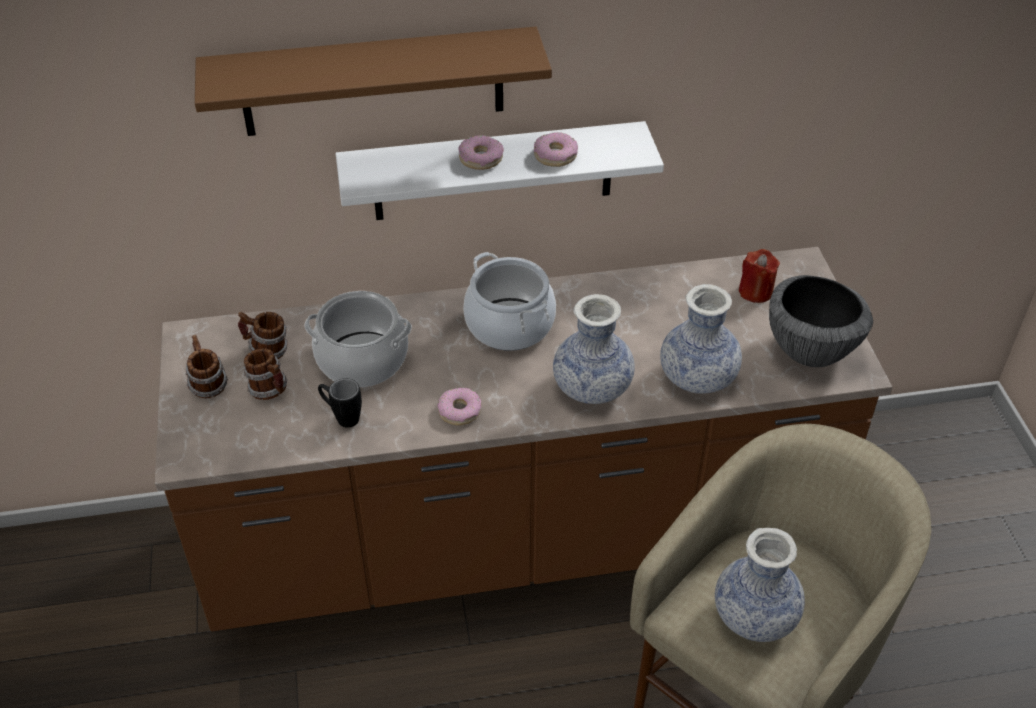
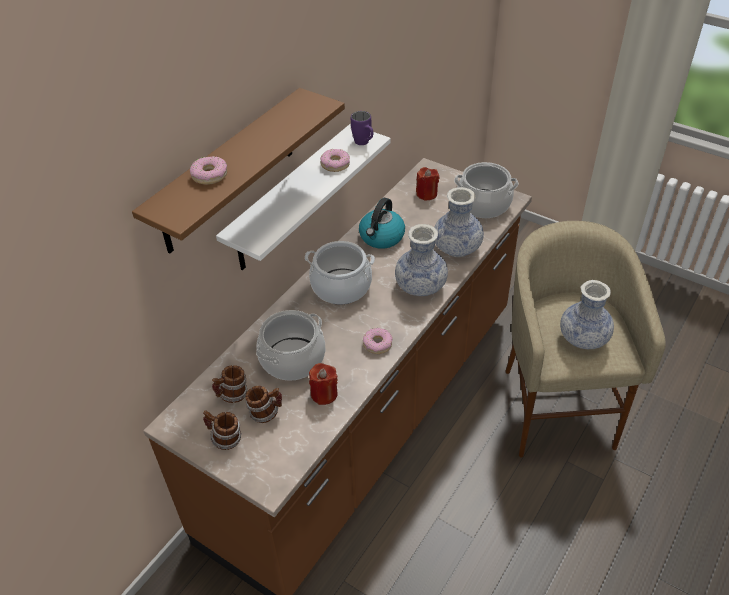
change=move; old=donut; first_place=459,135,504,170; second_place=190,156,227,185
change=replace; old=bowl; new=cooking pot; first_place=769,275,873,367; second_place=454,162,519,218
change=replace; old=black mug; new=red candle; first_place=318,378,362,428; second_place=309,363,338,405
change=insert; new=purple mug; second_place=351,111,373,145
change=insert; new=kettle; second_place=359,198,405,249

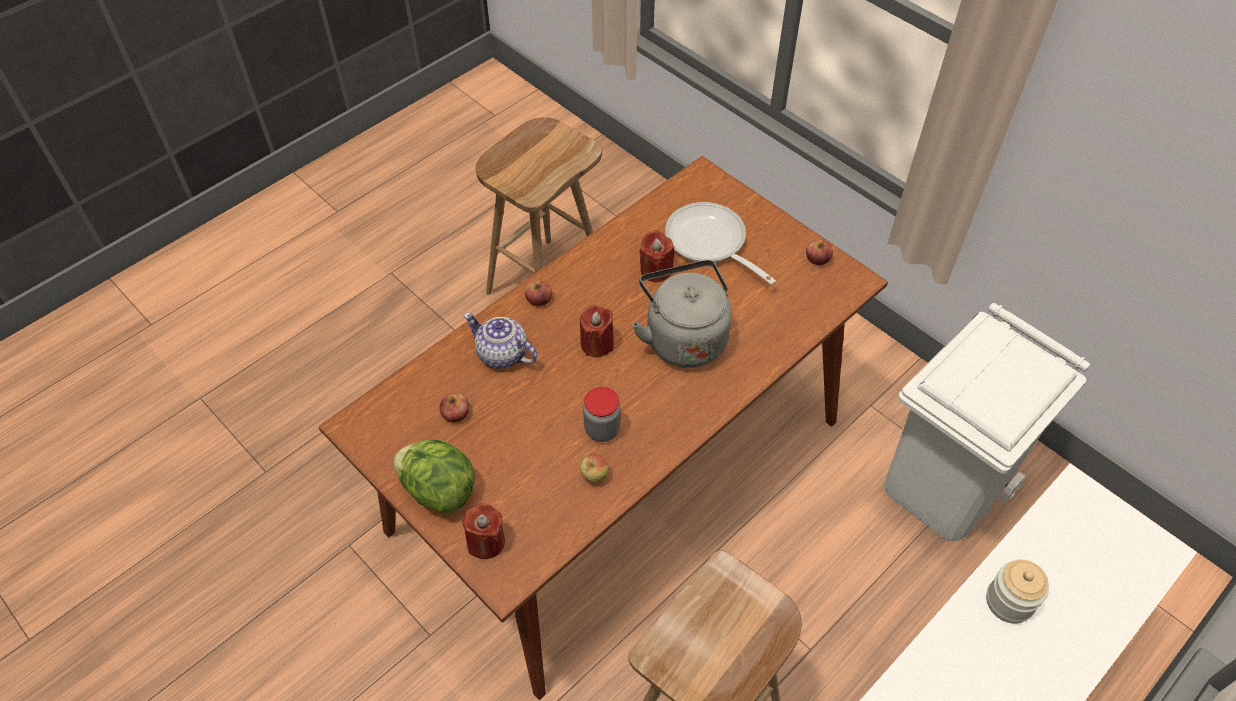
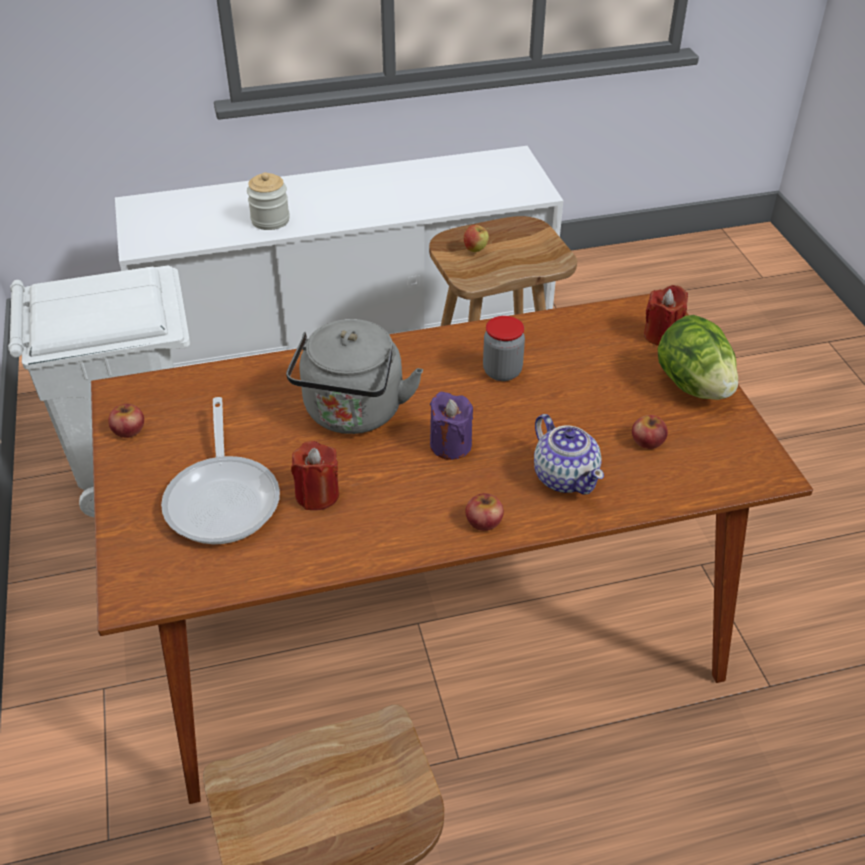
change=recolor; old=red candle; new=purple candle; first_place=580,306,614,357; second_place=430,392,473,460
change=move; old=apple; first_place=580,454,609,483; second_place=464,225,489,252

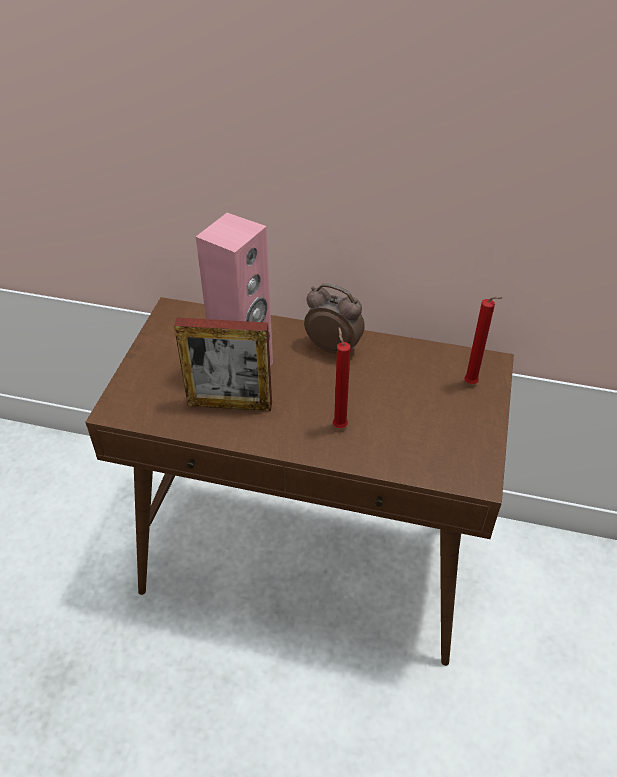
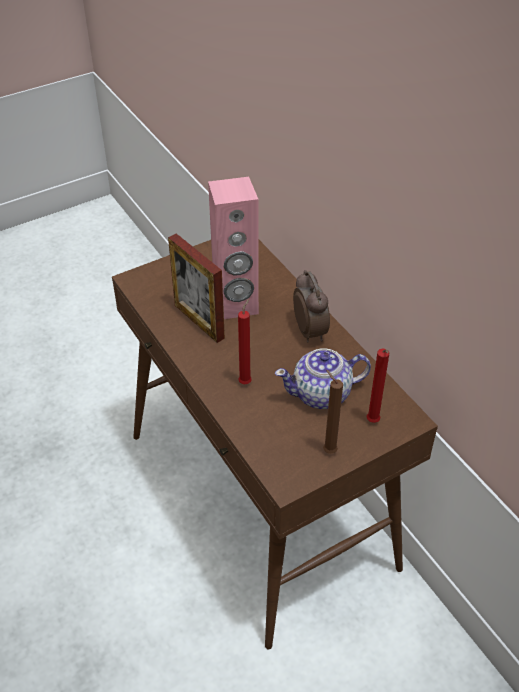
change=insert; new=teapot; second_place=275,348,371,409
change=insert; new=brown candle; second_place=323,370,343,454

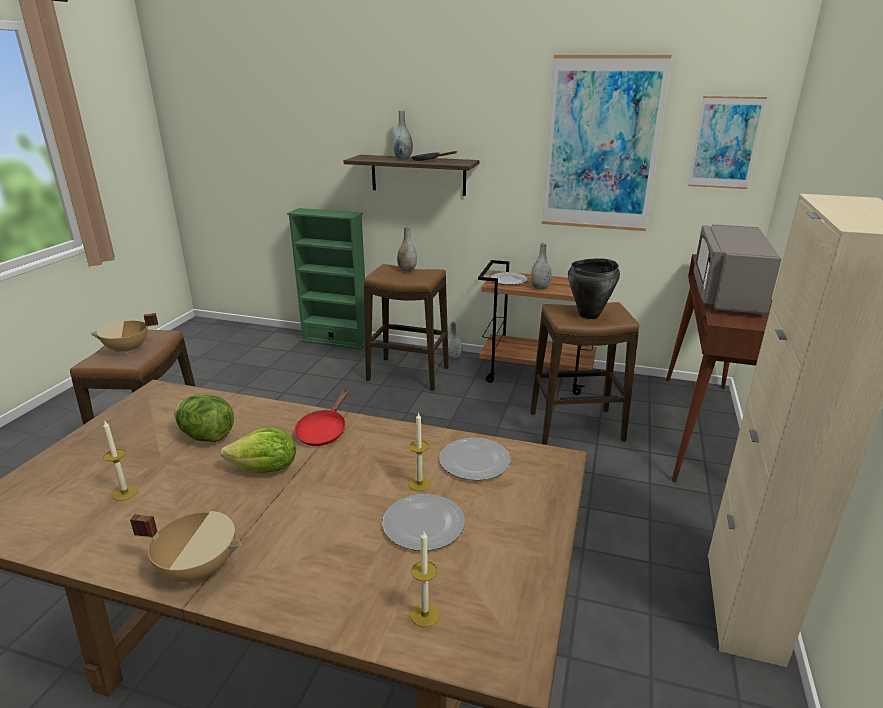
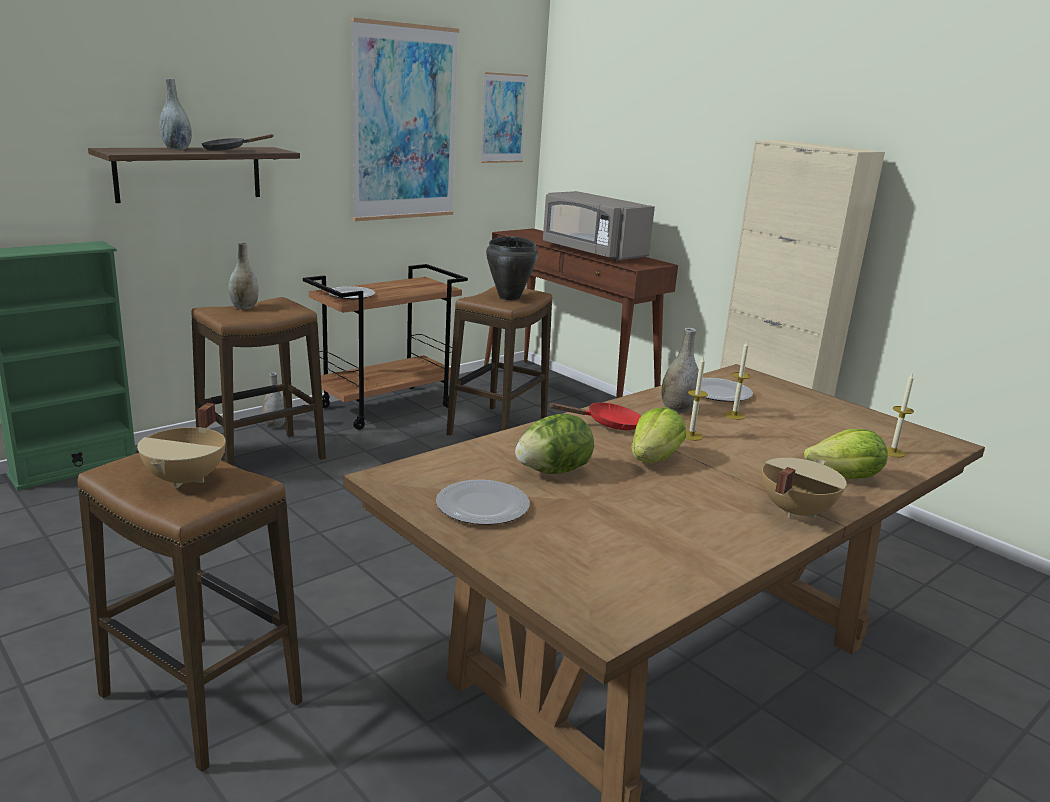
change=move; old=grey vase; first_place=531,243,552,290; second_place=661,328,699,413
change=rotate; old=red frying pan; first_place=295,389,349,446; second_place=550,402,641,430; degrees=-60
change=move; old=candle; first_place=103,421,138,501; second_place=685,357,708,441
change=move; old=plate; first_place=382,494,465,551; second_place=436,480,530,525
change=insert; new=lettuce; second_place=804,429,888,479

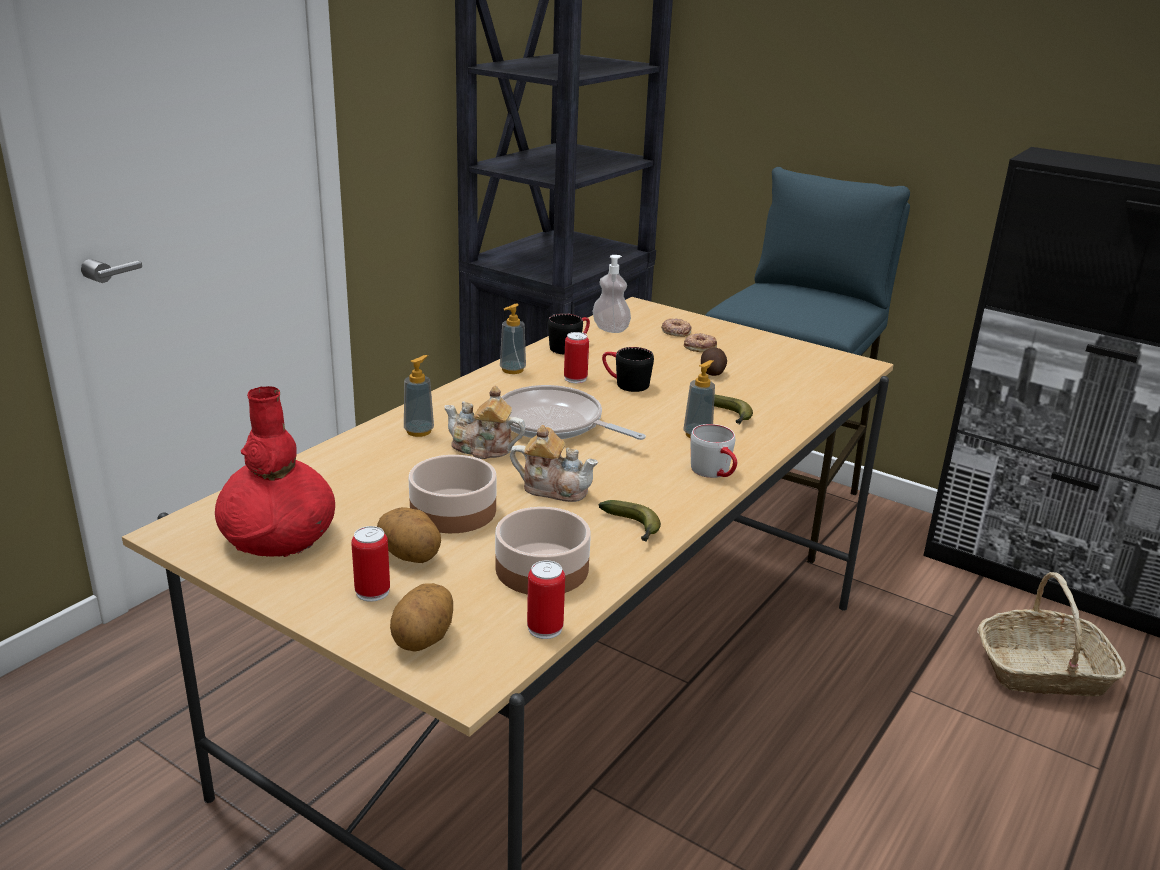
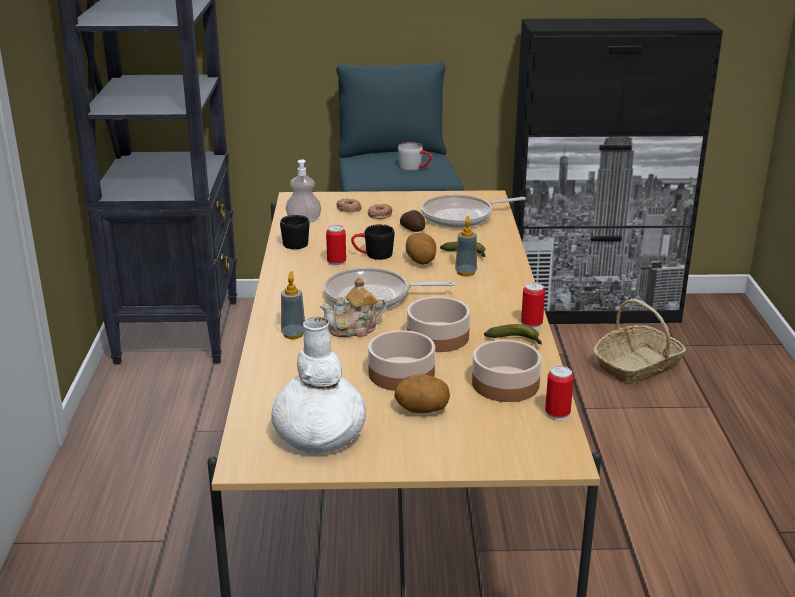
change=delete; old=soap dispenser; first_place=500,303,526,374
change=recolor; old=red vase; new=white vase; first_place=215,386,335,557; second_place=271,317,366,455
change=move; old=grey mug; first_place=690,424,737,478; second_place=398,142,432,171
change=replace; old=teapot; new=bowl; first_place=510,425,598,502; second_place=407,297,470,352
change=move; old=can; first_place=351,526,390,602; second_place=521,282,545,329
change=move; old=potato; first_place=390,583,453,652; second_place=406,233,436,265
change=insert; new=frying pan; second_place=421,194,526,228

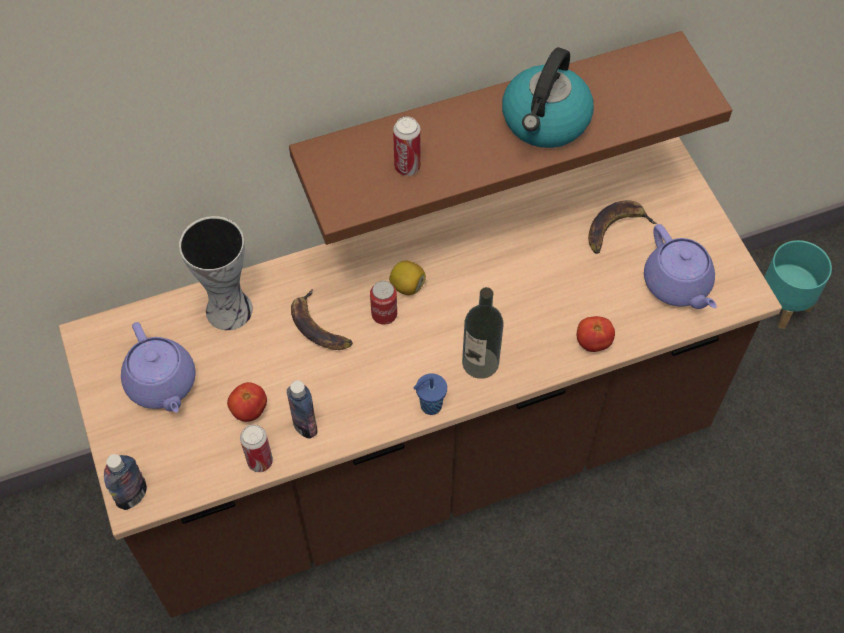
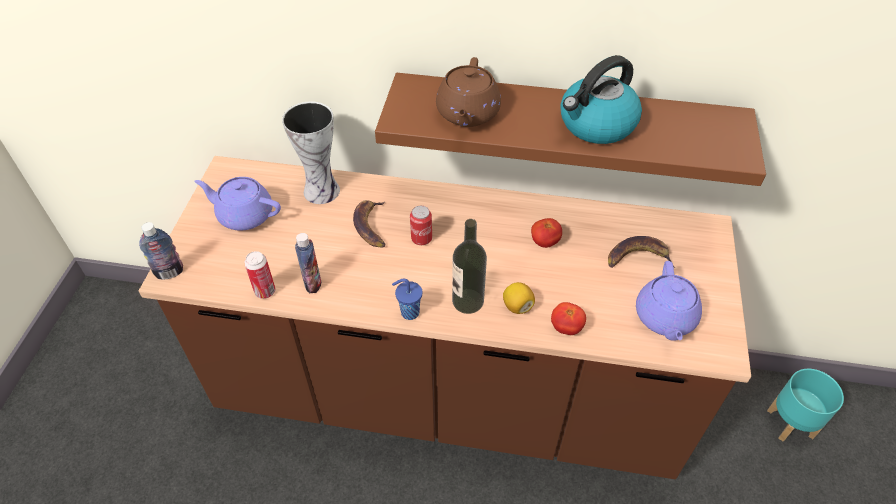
change=replace; old=can; new=brown teapot; first_place=393,116,421,176; second_place=436,57,501,127
change=move; old=lemon; first_place=389,261,426,295; second_place=503,282,535,314
change=rotate; old=purple teapot; first_place=121,322,195,413; second_place=194,177,281,231; degrees=105
change=move; old=tomato; first_place=227,382,267,422; second_place=531,218,562,248

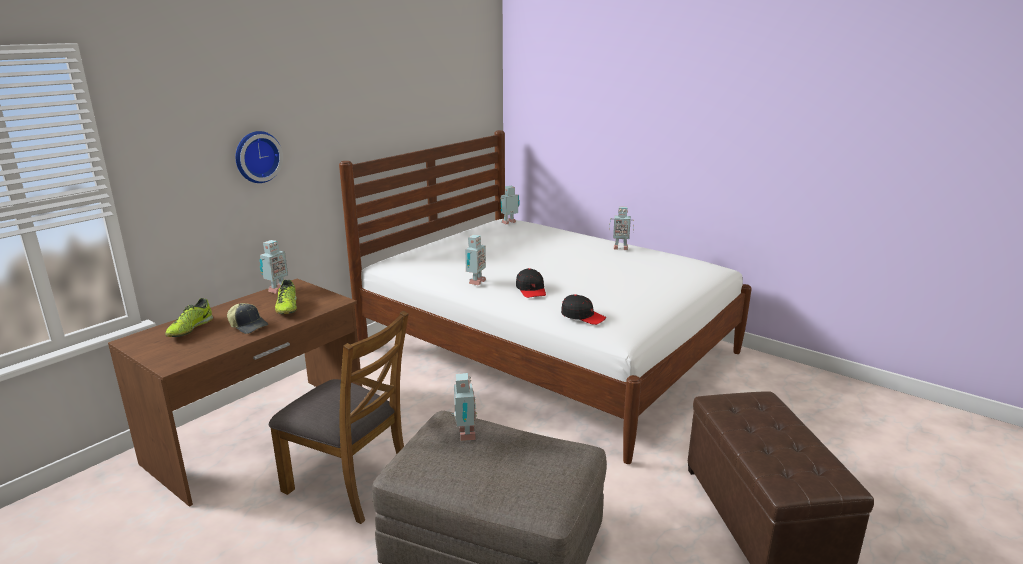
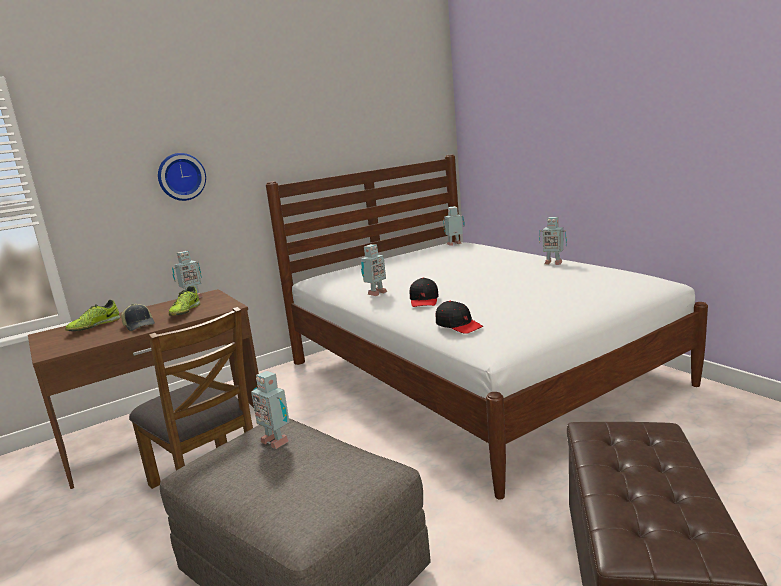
change=rotate; old=toy robot; first_place=451,373,477,441; second_place=251,371,290,449; degrees=120

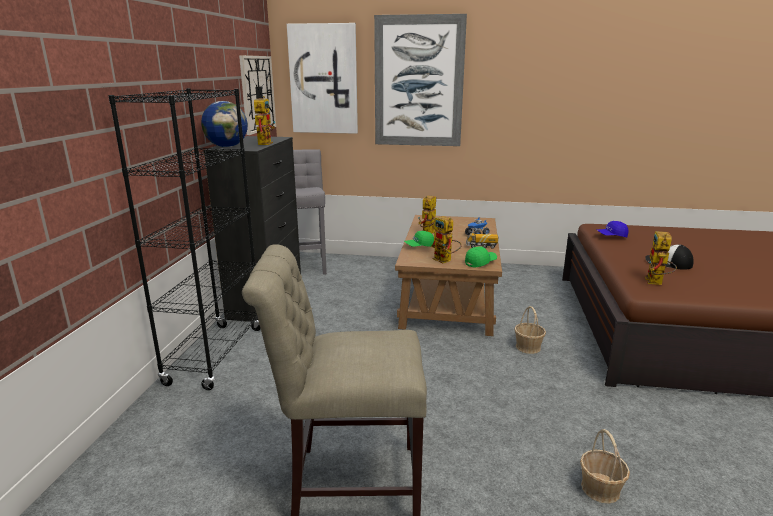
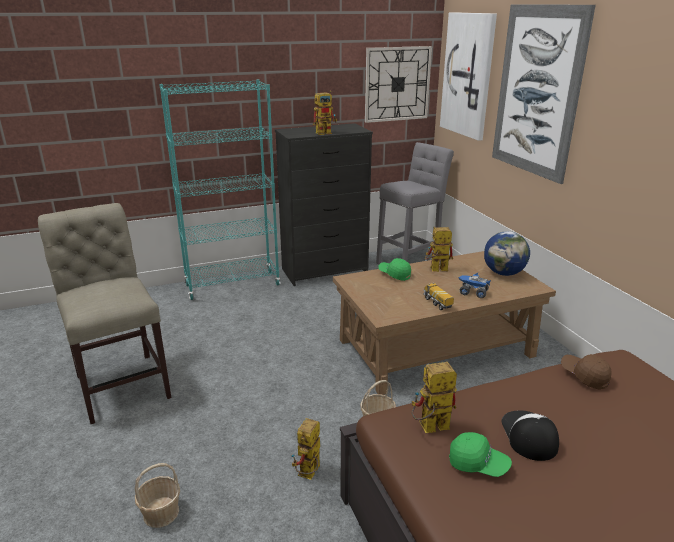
change=recolor; old=black bookcase; new=turquoise bookcase; first_place=108,88,261,390; second_place=159,80,280,300
change=move; old=globe; first_place=201,101,248,147; second_place=484,231,530,276
change=move; old=toy robot; first_place=431,216,462,263; second_place=291,418,320,480
change=recolor; old=blue cap; new=brown cap; first_place=596,221,628,237; second_place=561,354,612,390
change=move; old=green cap; first_place=465,246,497,268; second_place=449,432,512,477

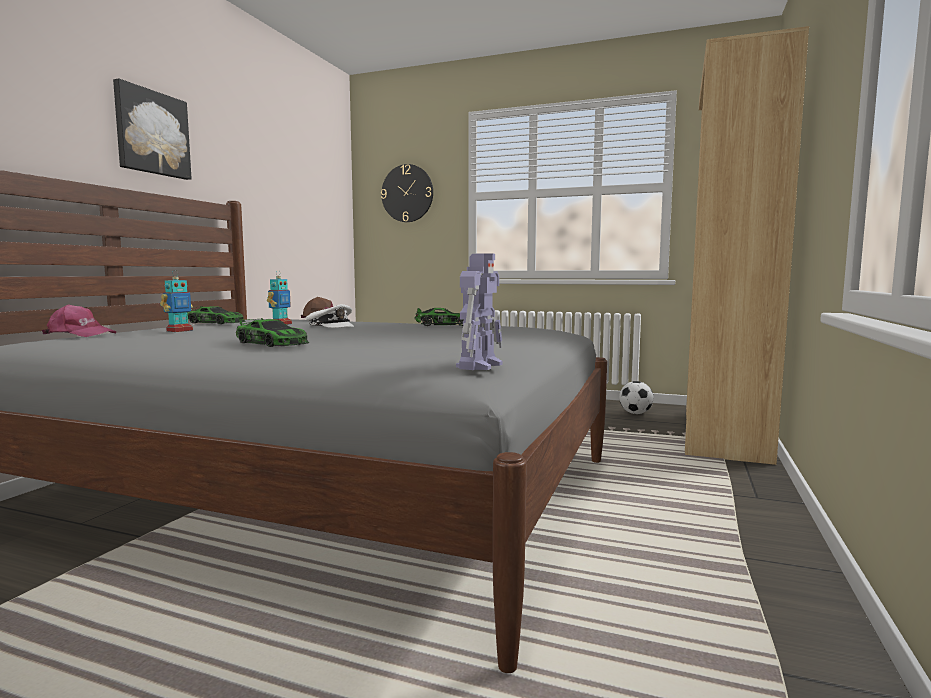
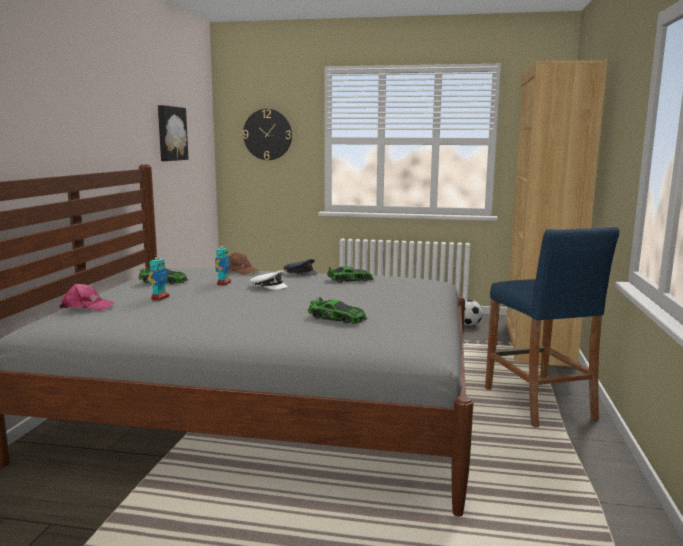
change=move; old=picture; first_place=113,79,192,180; second_place=158,105,188,161
change=delete; old=toy robot; first_place=456,253,502,370
change=move; old=toy car; first_place=236,318,309,347; second_place=308,297,367,324
change=insert; new=blue stool; second_place=485,227,620,428
change=insert; new=grey cap; second_place=283,259,317,276

